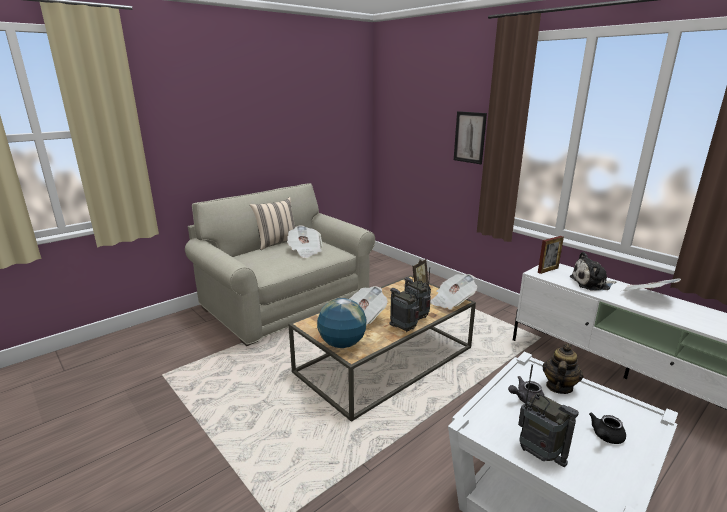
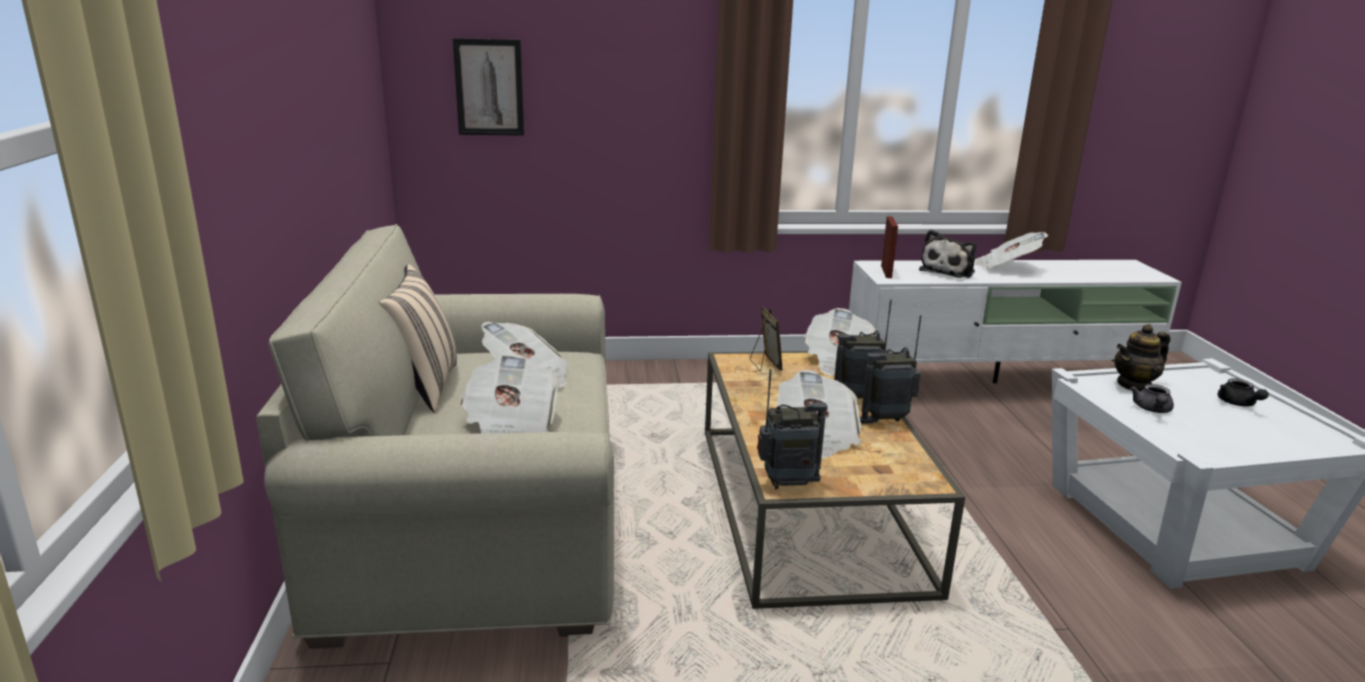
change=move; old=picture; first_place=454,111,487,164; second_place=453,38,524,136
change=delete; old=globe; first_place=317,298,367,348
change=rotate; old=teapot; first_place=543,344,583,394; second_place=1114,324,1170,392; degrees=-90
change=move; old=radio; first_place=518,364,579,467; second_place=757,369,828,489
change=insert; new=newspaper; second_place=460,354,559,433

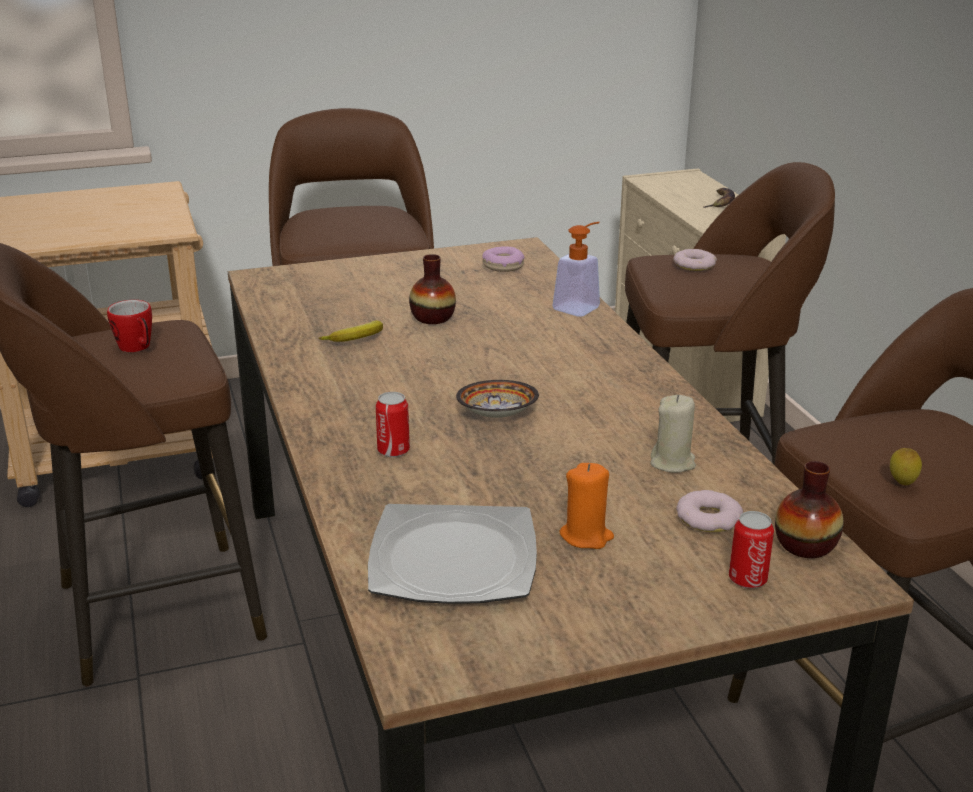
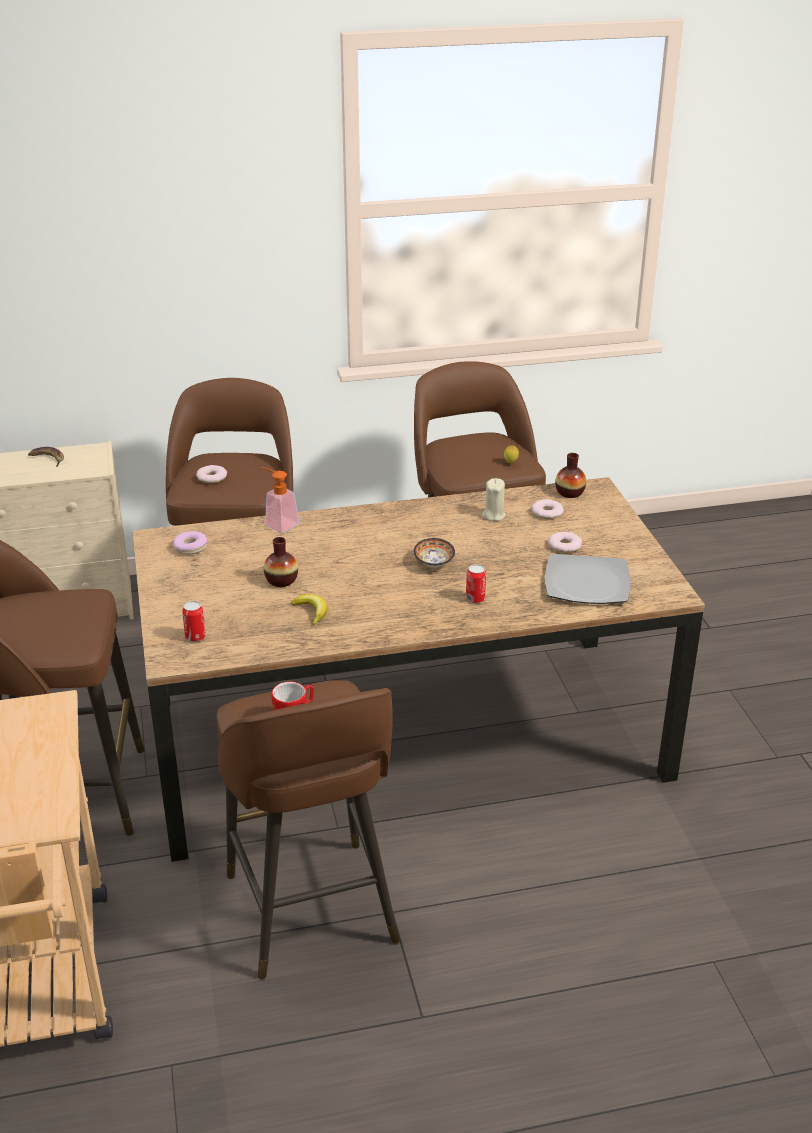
change=replace; old=orange candle; new=donut; first_place=559,463,614,549; second_place=548,532,582,553
change=move; old=can; first_place=729,511,774,589; second_place=182,601,206,642

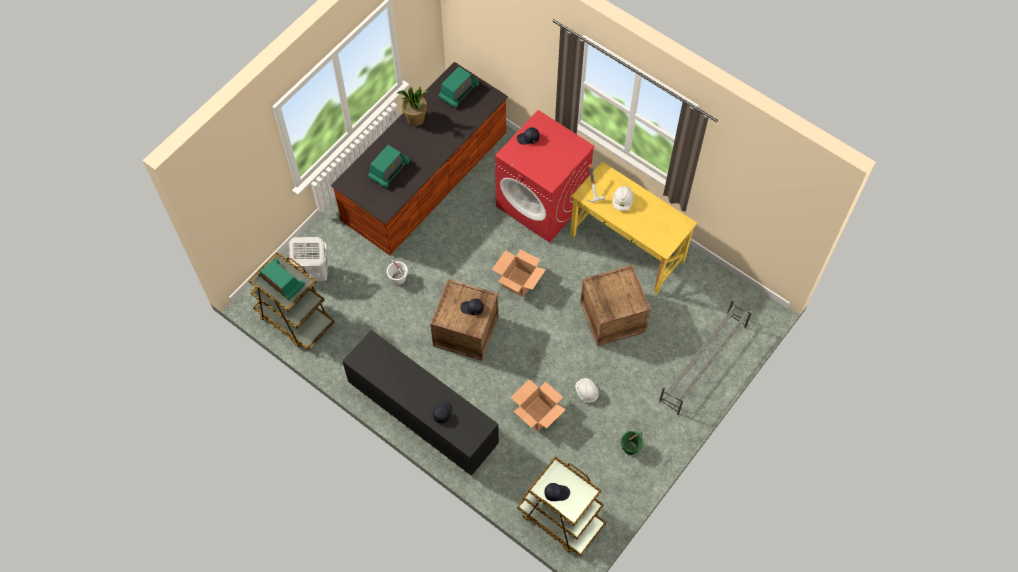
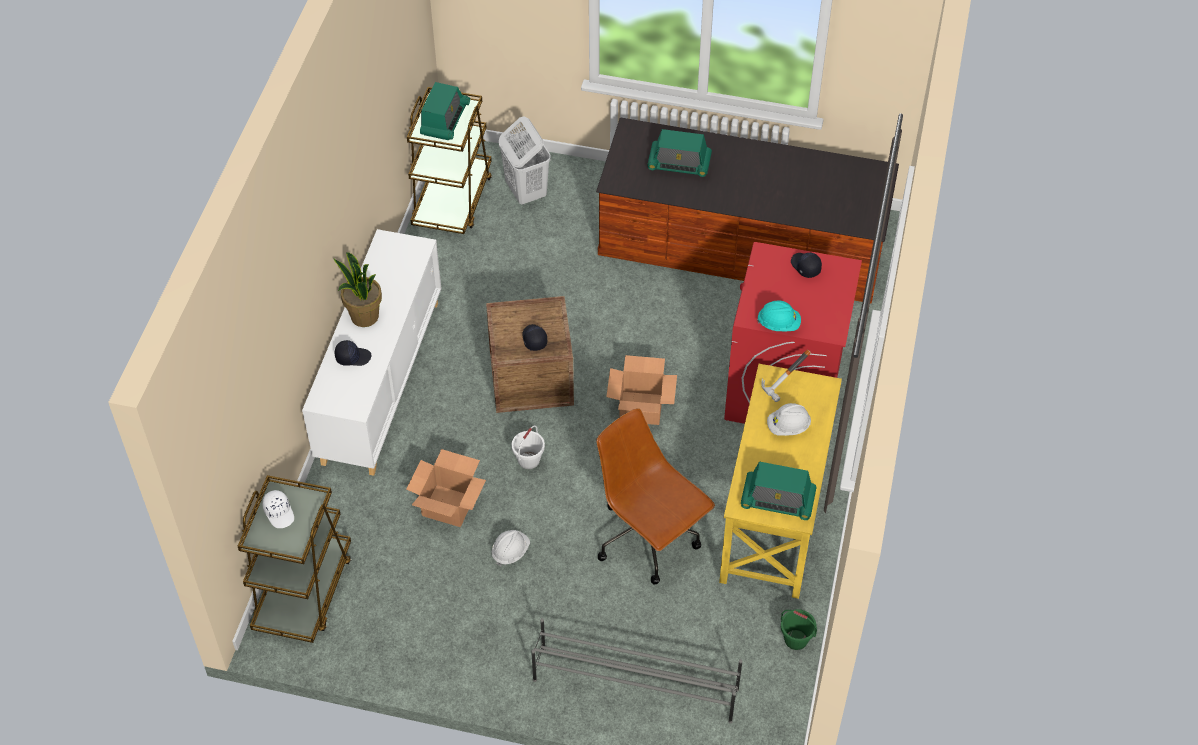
change=move; old=radio; first_place=438,67,480,108; second_place=741,462,817,520
change=move; old=potted plant; first_place=396,86,428,126; second_place=333,252,382,327
change=move; old=white bucket; first_place=387,260,408,285; second_place=511,425,545,469
change=replace; old=crate; new=brown office chair; first_place=580,265,651,346; second_place=596,408,715,584
change=recolor; old=black cabinet; new=white cabinet; first_place=342,330,499,476; second_place=302,229,442,476
change=move; old=green bucket; first_place=621,431,643,455; second_place=781,609,817,650
change=recolor; old=black cap; new=white cap; first_place=544,483,570,501; second_place=262,490,294,528
change=insert; new=turquoise hard hat; second_place=757,301,801,331

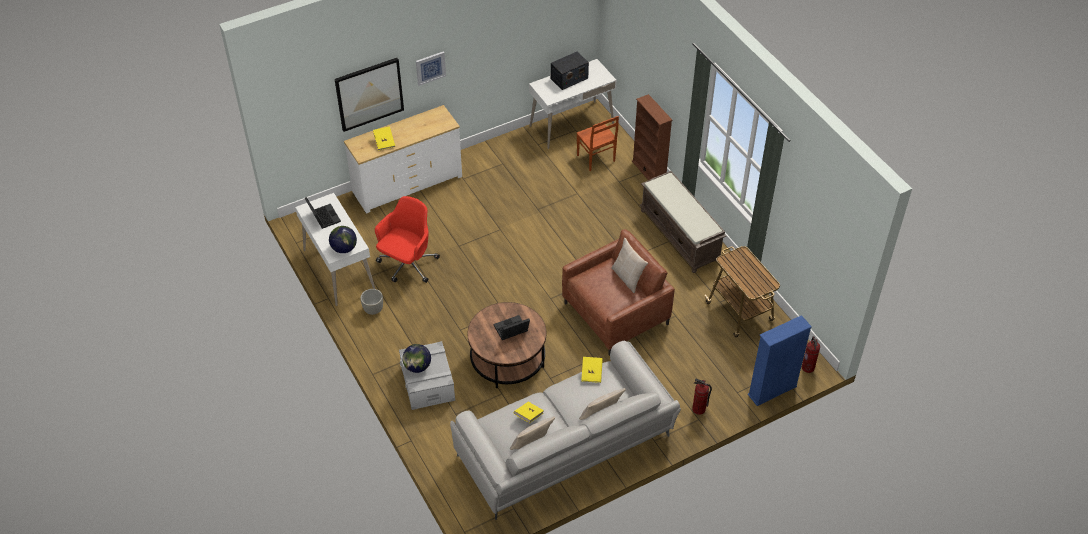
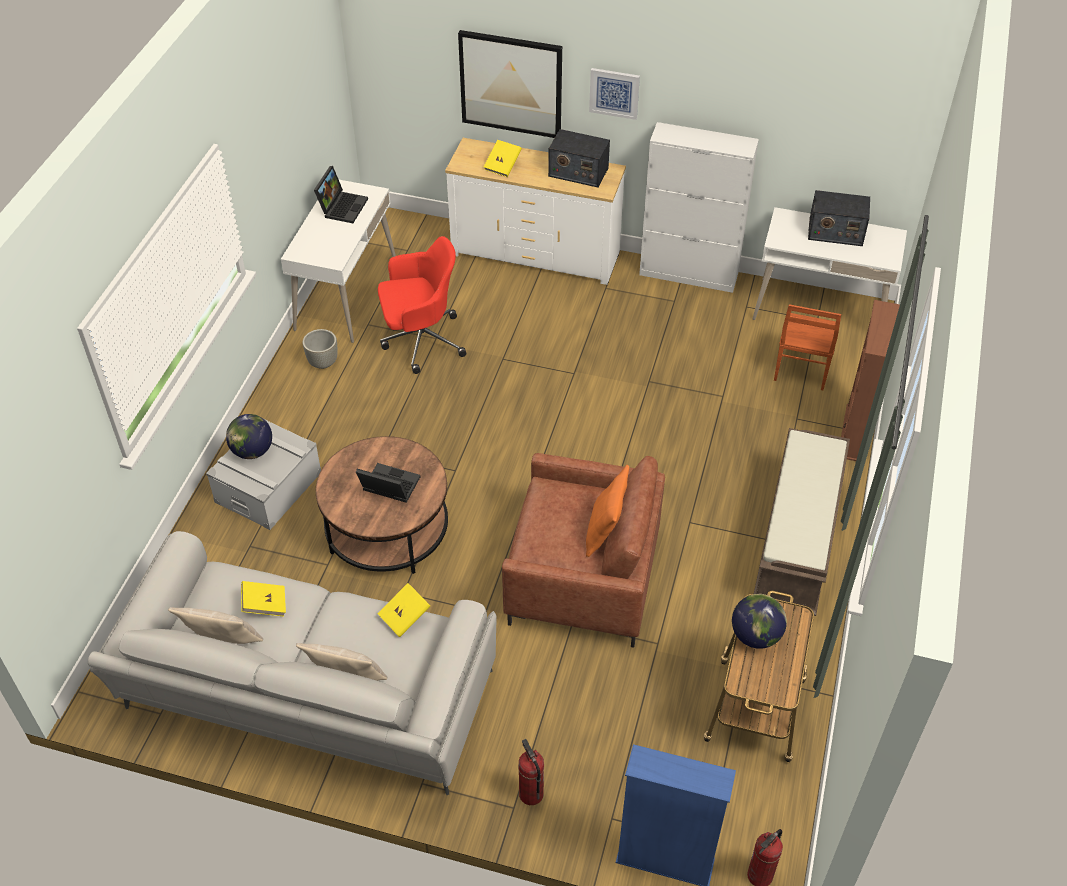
change=move; old=globe; first_place=329,226,357,253; second_place=732,594,787,649
change=recolor; old=beige pillow; new=orange pillow; first_place=611,238,648,293; second_place=586,465,629,557
change=insert; new=white cabinet; second_place=639,122,759,293
change=insert; new=radio; second_place=548,129,610,188

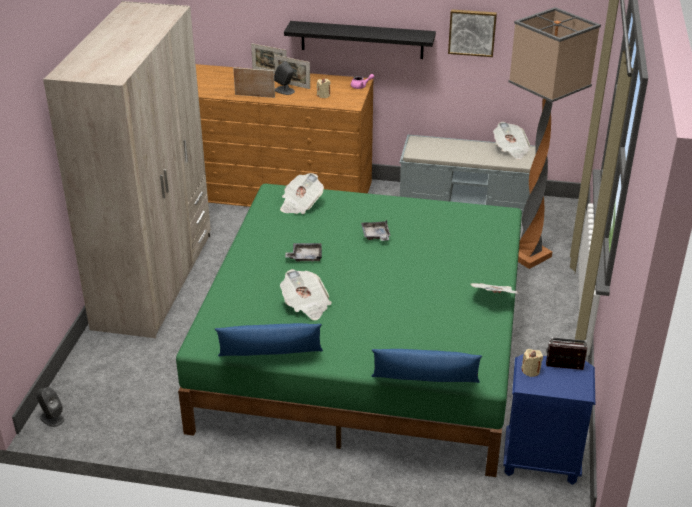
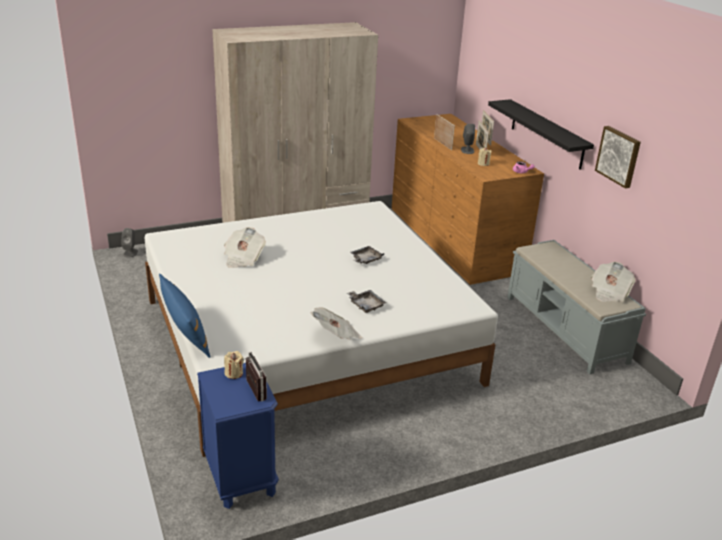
change=delete; old=floor lamp; first_place=508,7,601,269
change=delete; old=newspaper; first_place=280,173,324,214
change=recolor; old=green bed; new=white bed; first_place=176,184,522,477; second_place=145,201,498,457
change=move; old=grey tray; first_place=285,243,322,262; second_place=347,290,386,313
change=delete; old=blue pillow; first_place=215,323,323,356

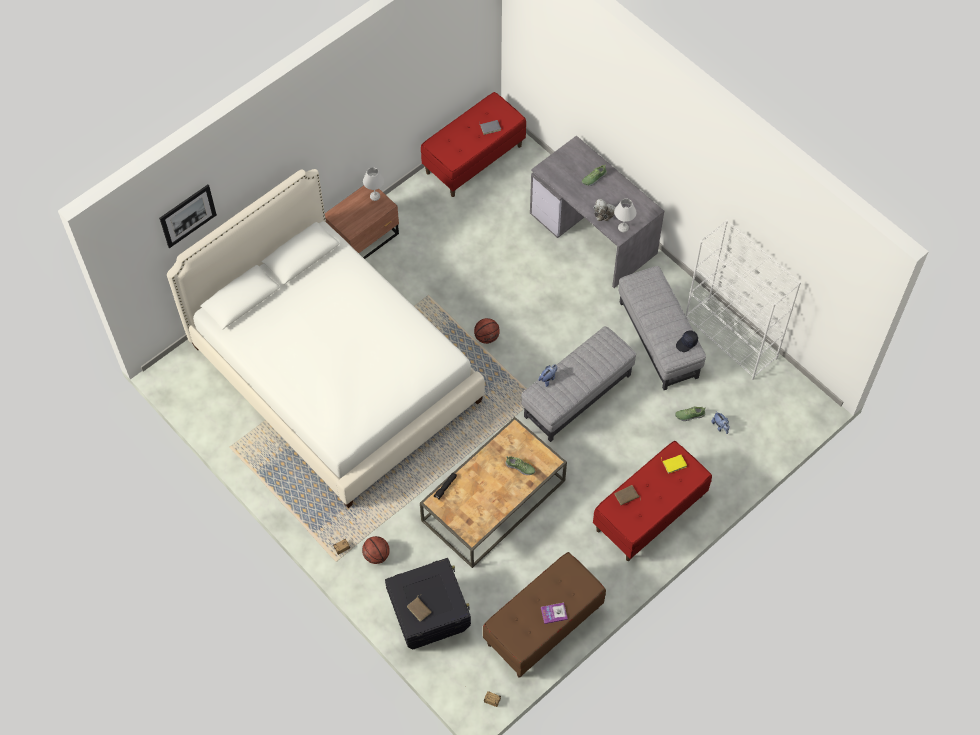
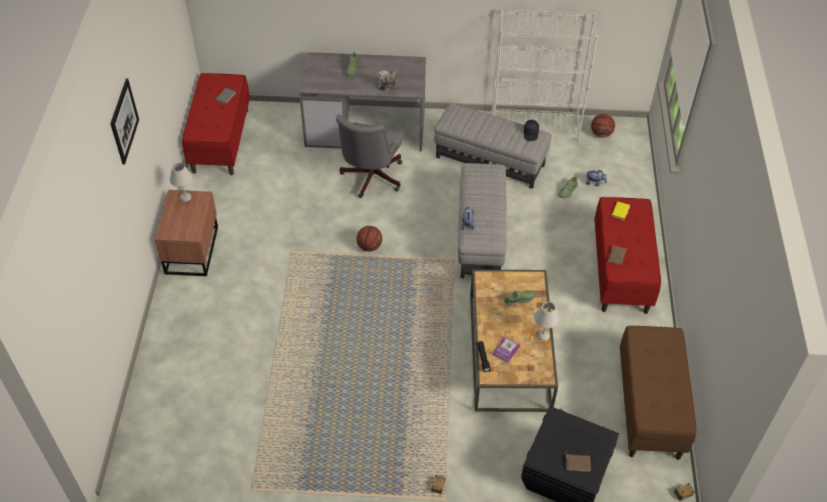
change=delete; old=white bed; first_place=167,169,485,508
change=move; old=picture; first_place=159,185,217,248; second_place=110,78,139,165
change=move; old=white table lamp; first_place=614,198,636,232; second_place=534,302,559,341
change=move; old=basketball; first_place=362,536,390,564; second_place=591,114,615,137
change=move; old=book; first_place=541,603,568,624; second_place=492,337,520,363
change=insert; new=grey office chair; second_place=336,114,404,198

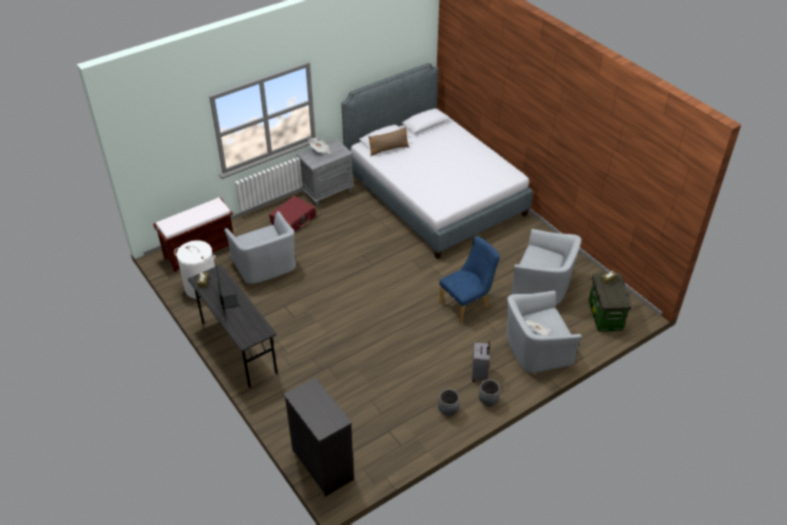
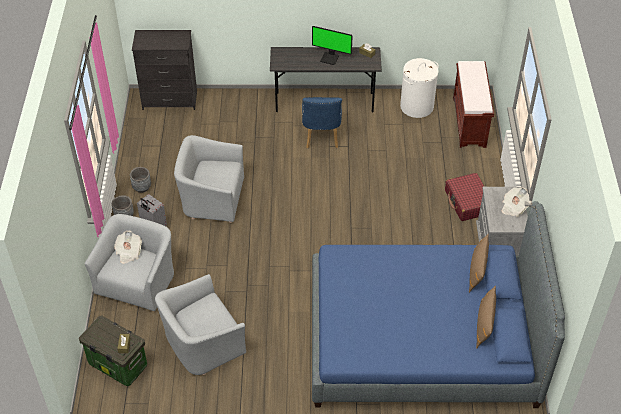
change=recolor; old=grey bed; new=blue bed; first_place=341,63,533,259; second_place=312,201,565,408
change=move; old=grey armchair; first_place=224,211,296,284; second_place=174,135,244,223
change=move; old=blue chair; first_place=439,236,500,324; second_place=302,97,342,148
change=insert; new=brown pillow; second_place=476,286,496,348

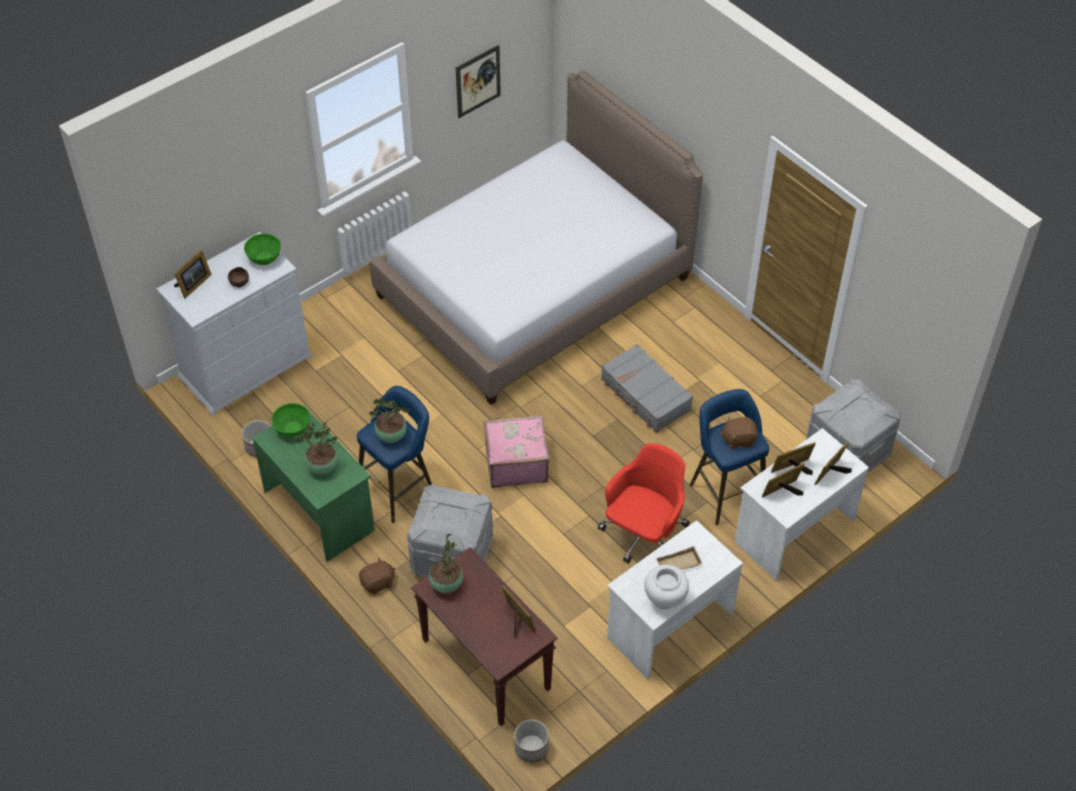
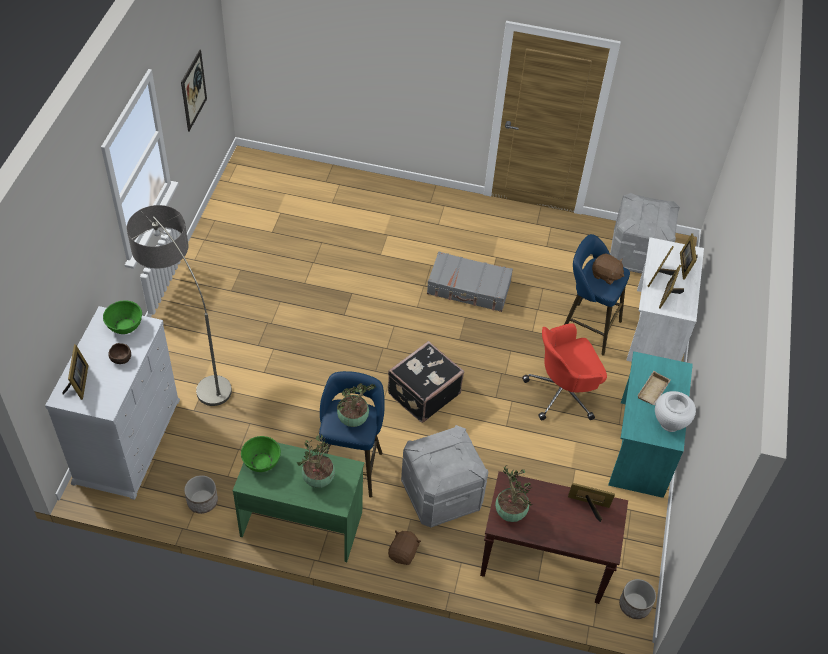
change=delete; old=bed; first_place=370,70,703,405
change=recolor; old=pink suitcase; new=black suitcase; first_place=484,415,550,488; second_place=388,341,464,423
change=rotate; old=brown plush toy; first_place=720,416,758,449; second_place=592,253,624,285; degrees=-105
change=rotate; old=red office chair; first_place=598,443,690,563; second_place=522,323,607,420; degrees=-105
change=recolor; old=white desk; new=turquoise desk; first_place=607,520,743,680; second_place=608,351,693,498
change=insert; new=floor lamp; second_place=127,205,232,406

